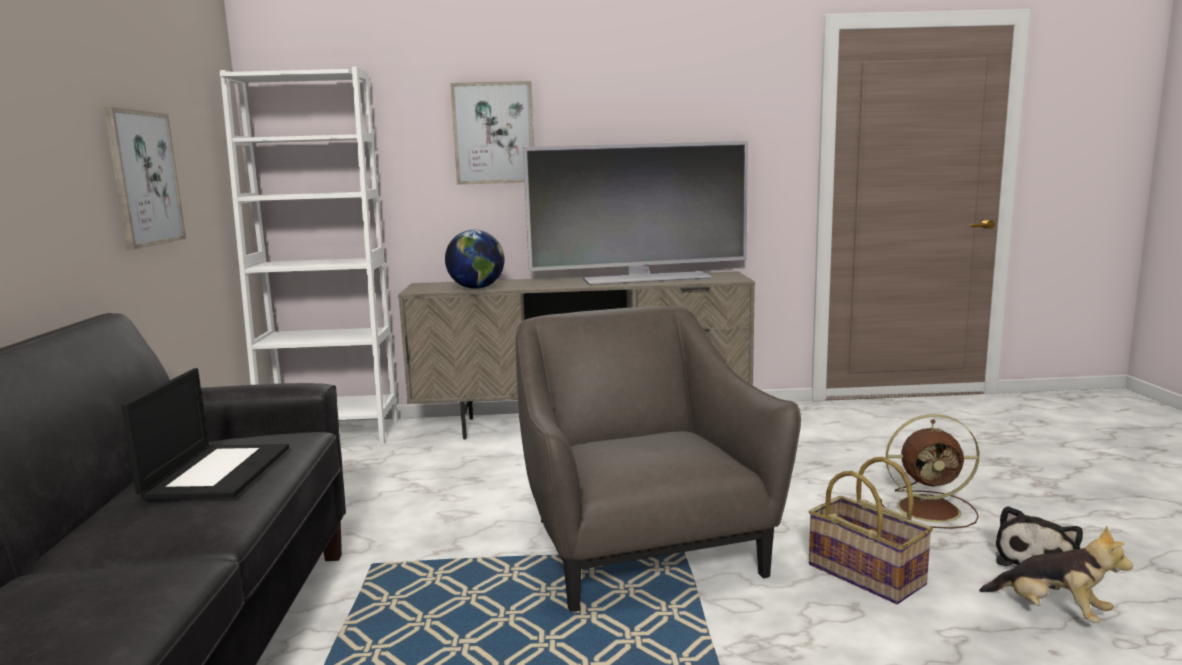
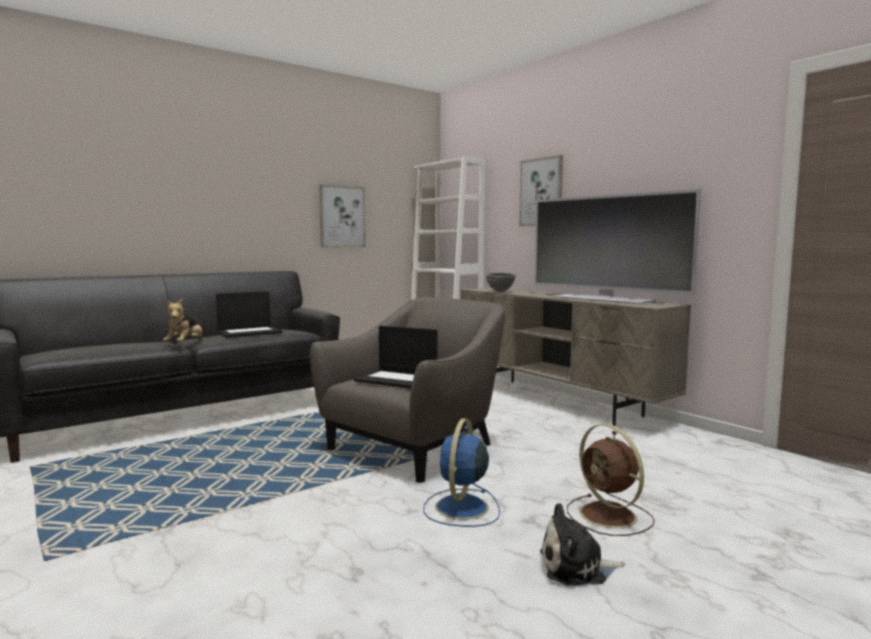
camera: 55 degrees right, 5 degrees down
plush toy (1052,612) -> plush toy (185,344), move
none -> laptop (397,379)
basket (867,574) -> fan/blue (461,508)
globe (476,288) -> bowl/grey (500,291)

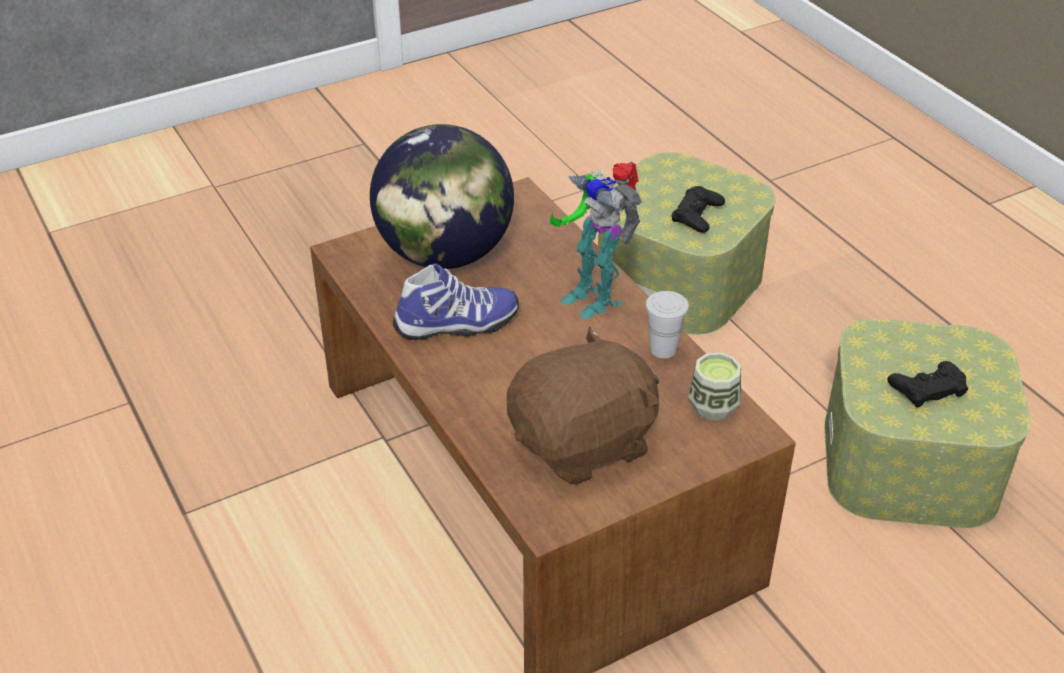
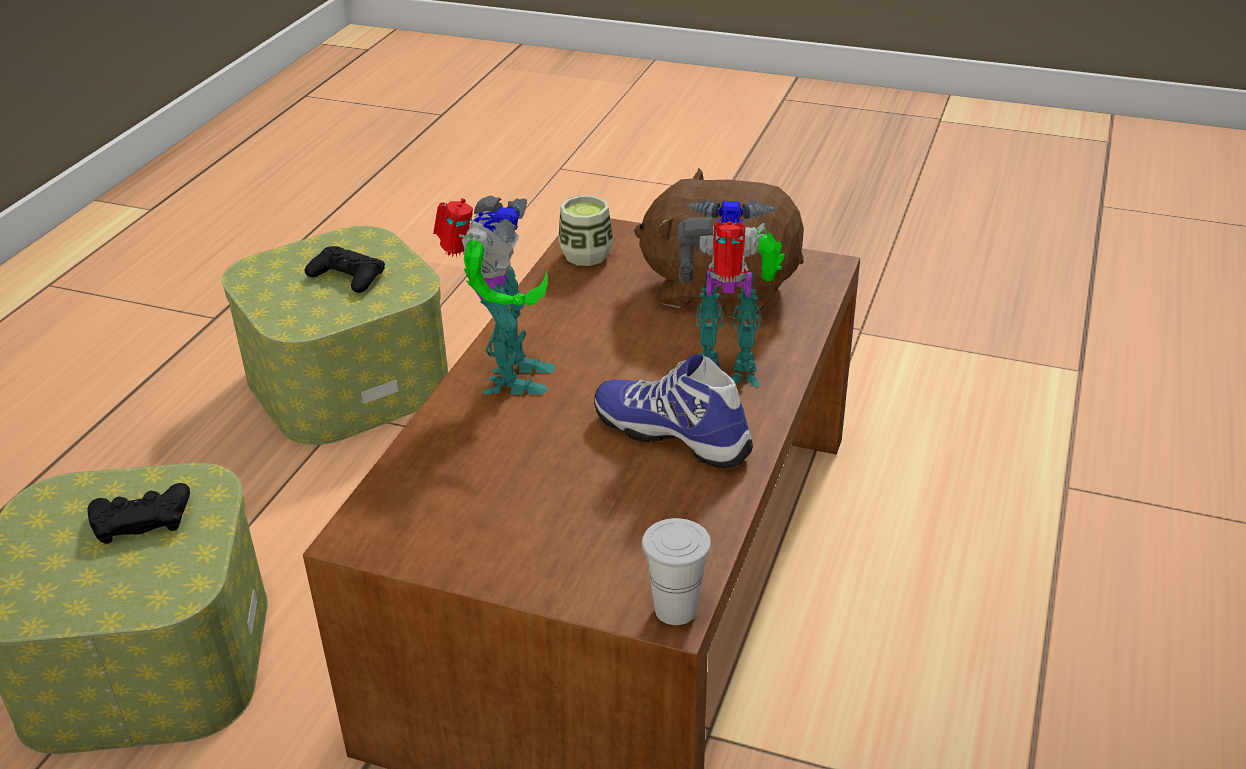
camera: 130 degrees left, 5 degrees down
cup/white (663,349) -> cup/white (675,609), move
none -> toy robot (729,374)
globe (444,255) -> none

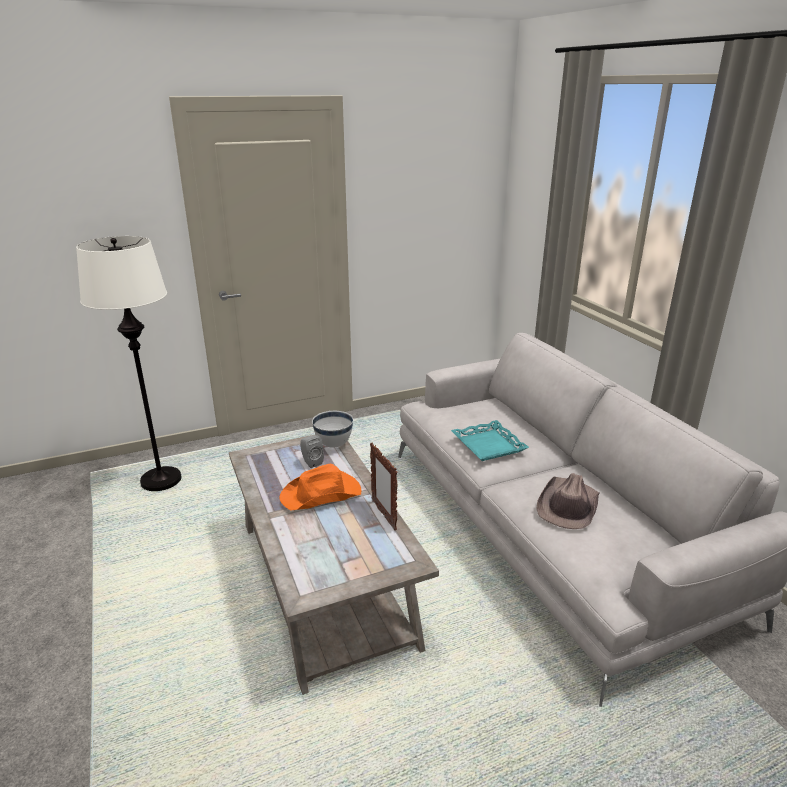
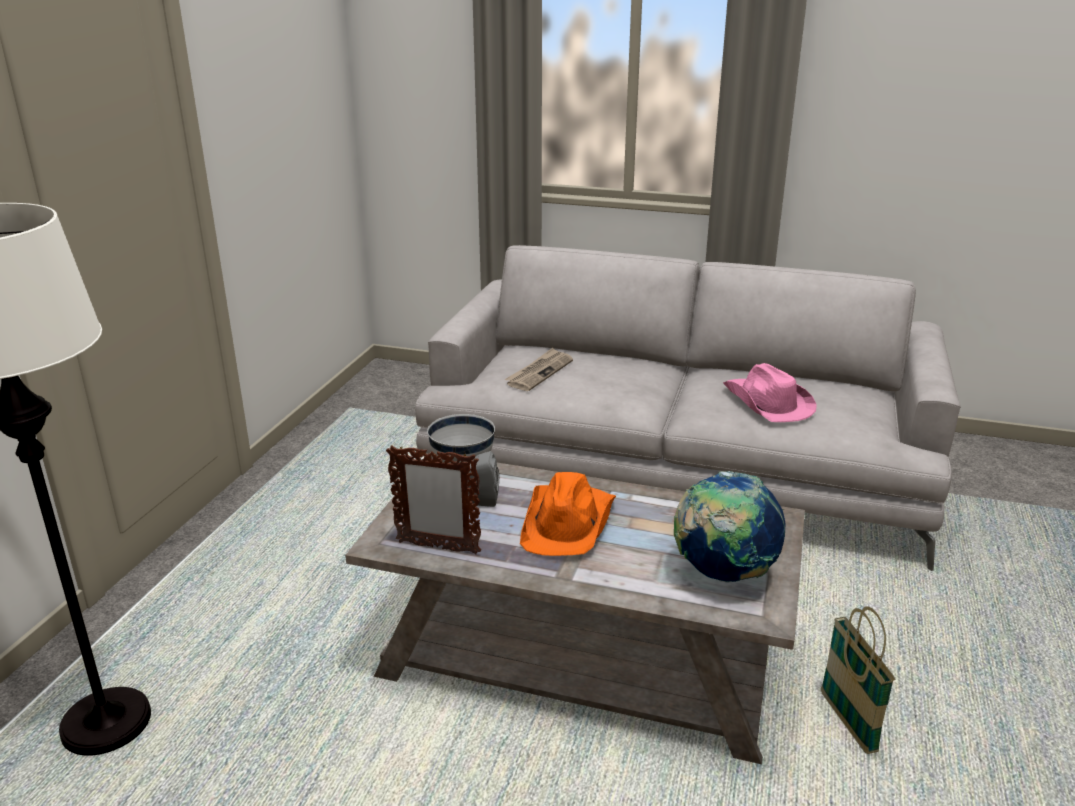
camera: 50 degrees left, 0 degrees up
picture frame (384,515) -> picture frame (437,547), move
none -> newspaper (539,372)
none -> globe (723,574)
hat/brown (568,506) -> hat/pink (767,403)
none -> basket (847,723)
tray/turquoise (489,445) -> none

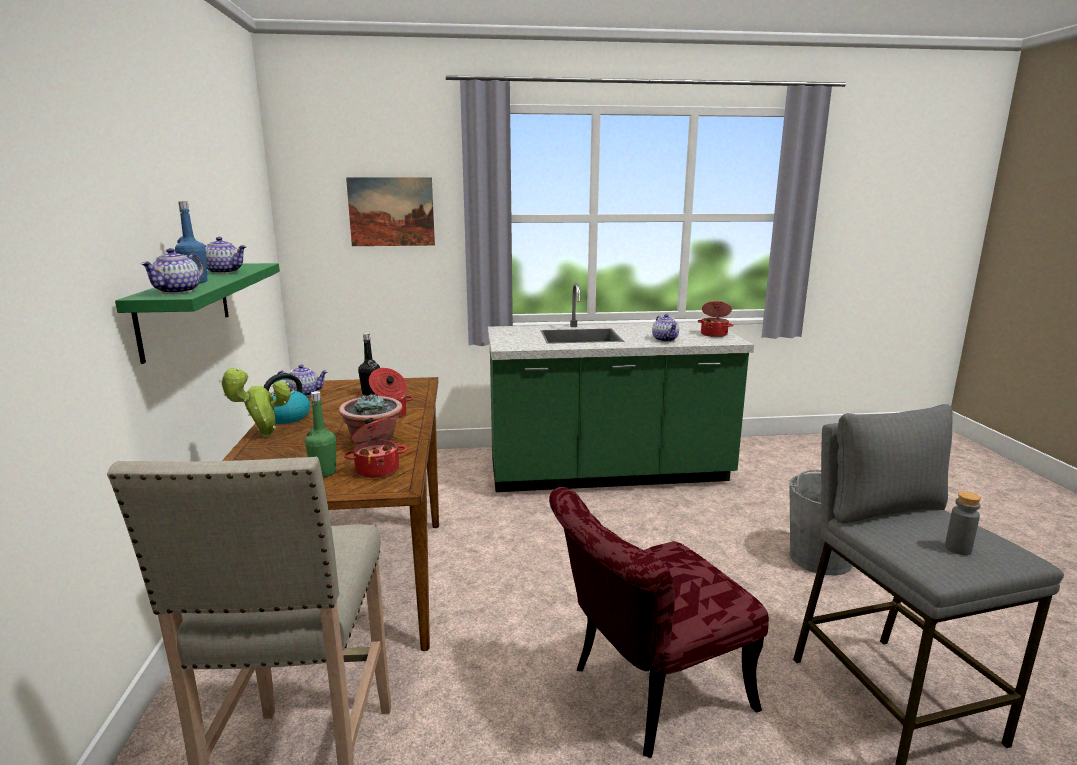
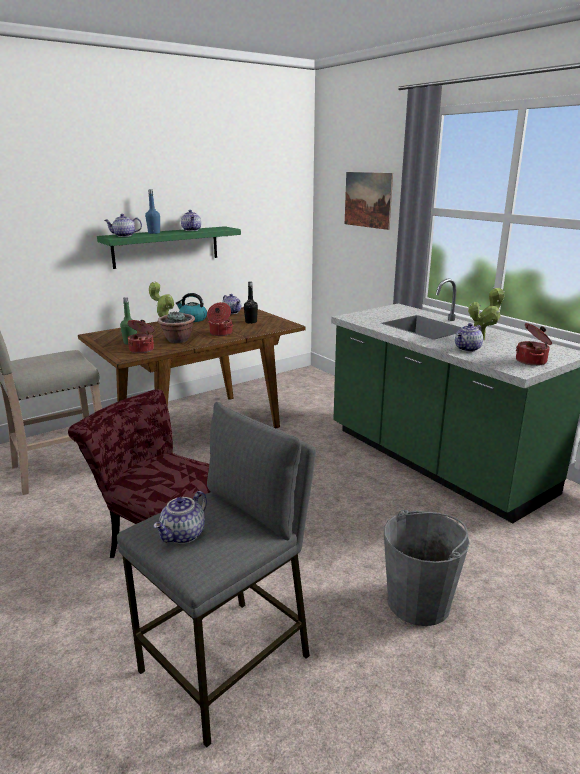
camera: 60 degrees right, 5 degrees up
bottle/grey (958,549) -> teapot (184,535)
none -> potted plant (483,338)

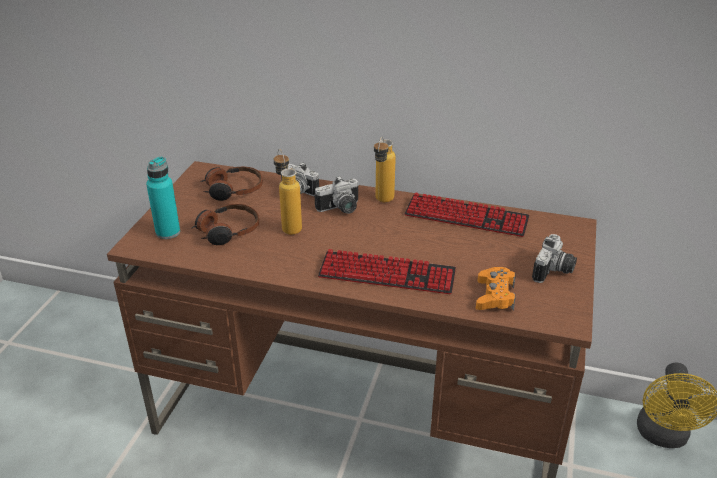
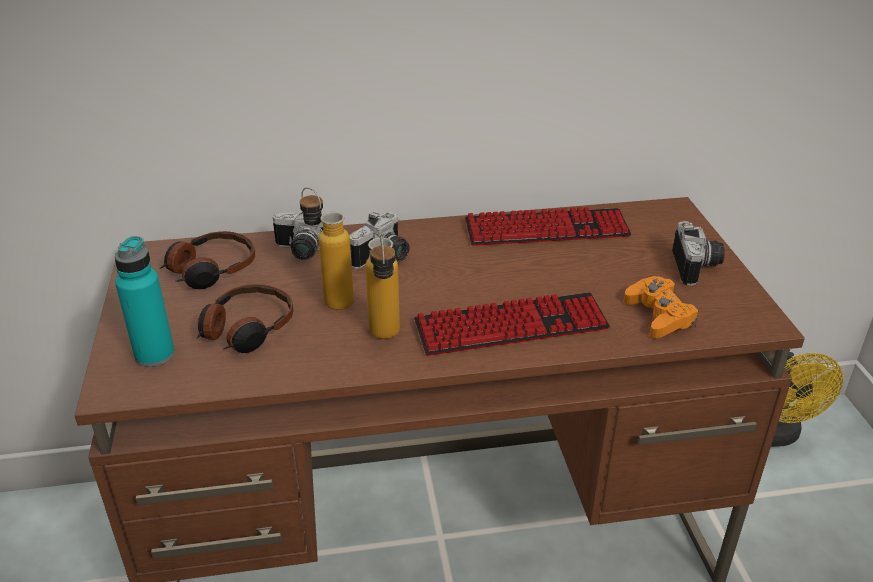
camera: 25 degrees left, 0 degrees up
bottle (382,202) -> bottle (385,339), move

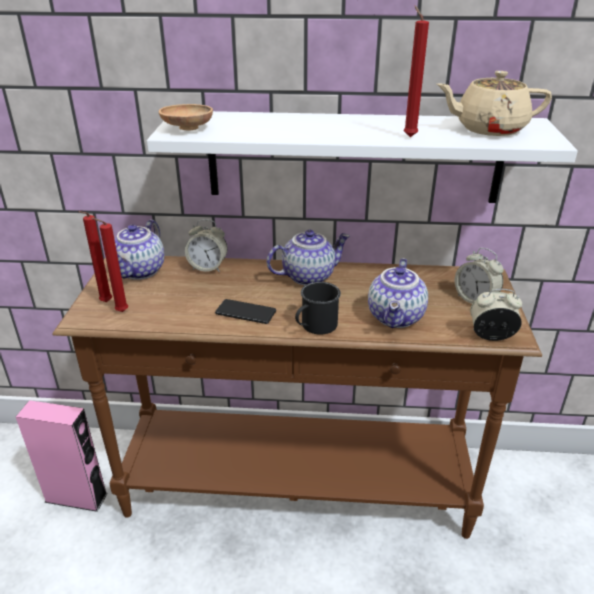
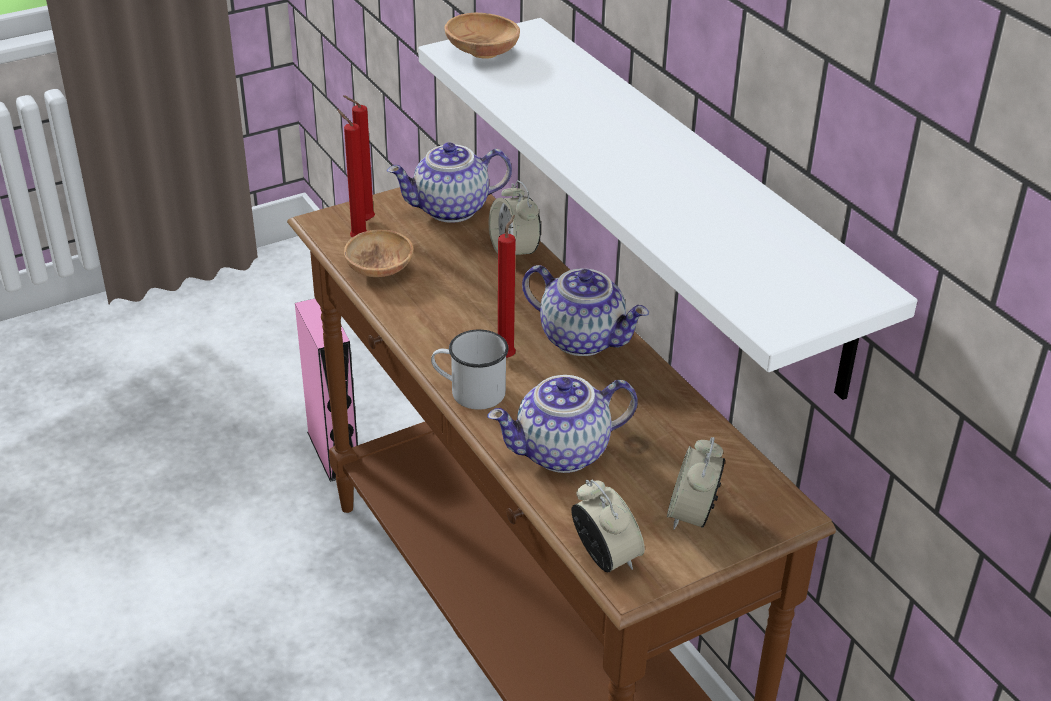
camera: 55 degrees right, 5 degrees up
none -> bowl/brown (379,269)
mug/black (315,327) -> mug/white (469,391)
candle/red (408,136) -> candle/red (507,356), move
phone (245,312) -> none
teapot/beige (488,129) -> none

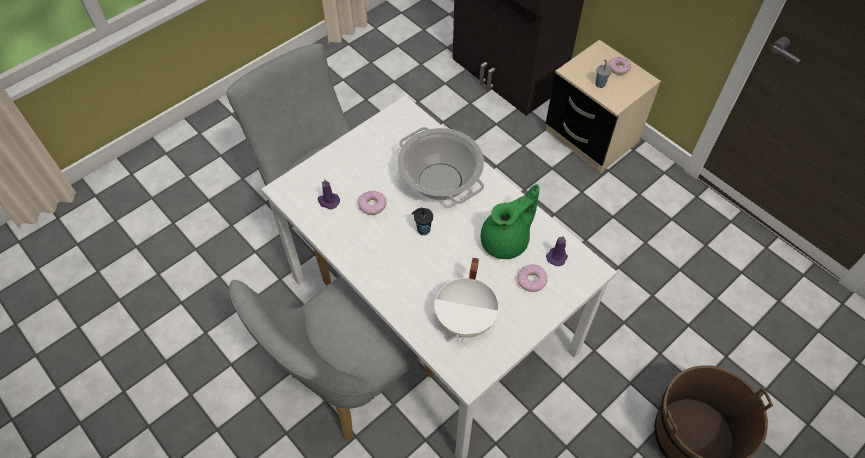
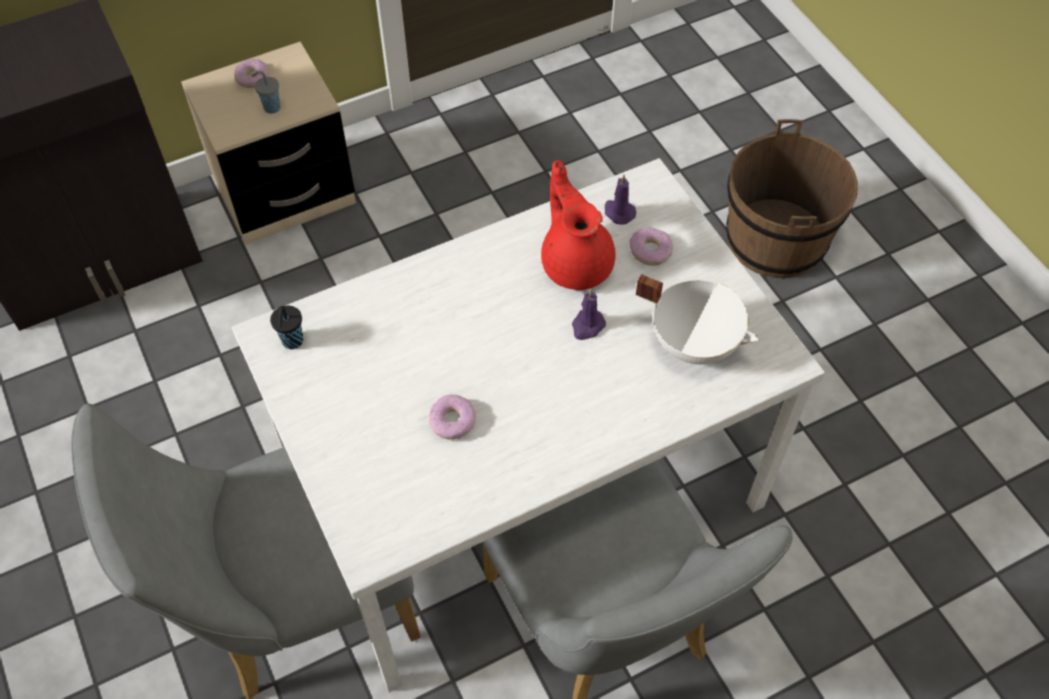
camera: 75 degrees left, 0 degrees up
cup/black (422,230) -> cup/black (292,342), move
teapot/green (506,241) -> teapot/red (576,262)
candle/purple (328,201) -> candle/purple (587,326), move
cooking pot (440,181) -> none

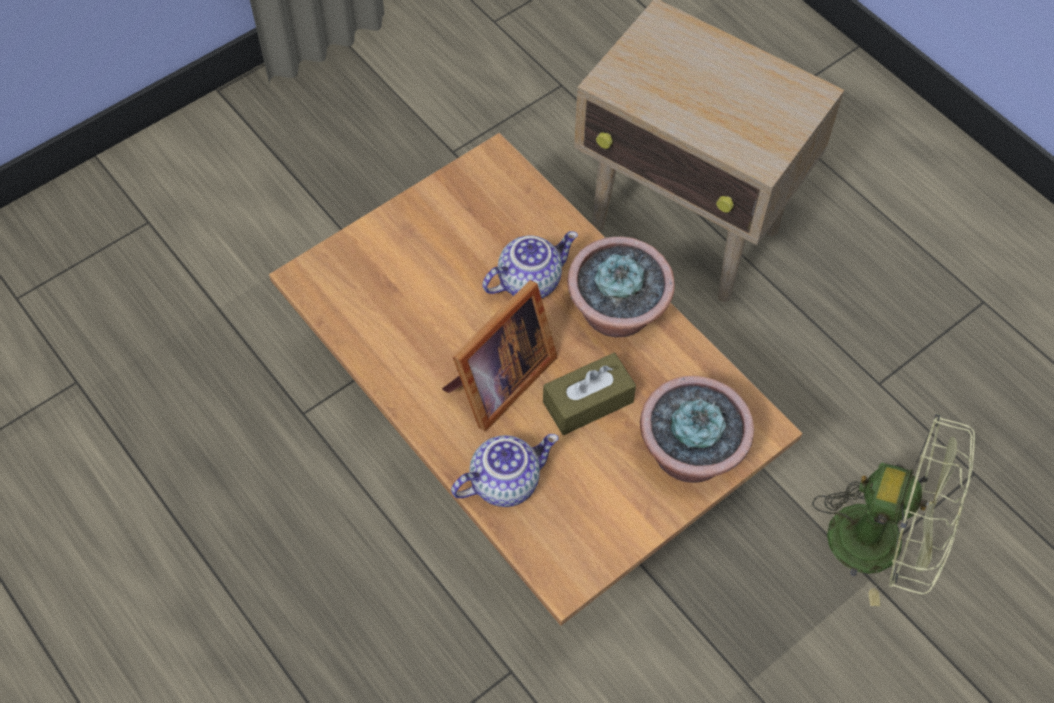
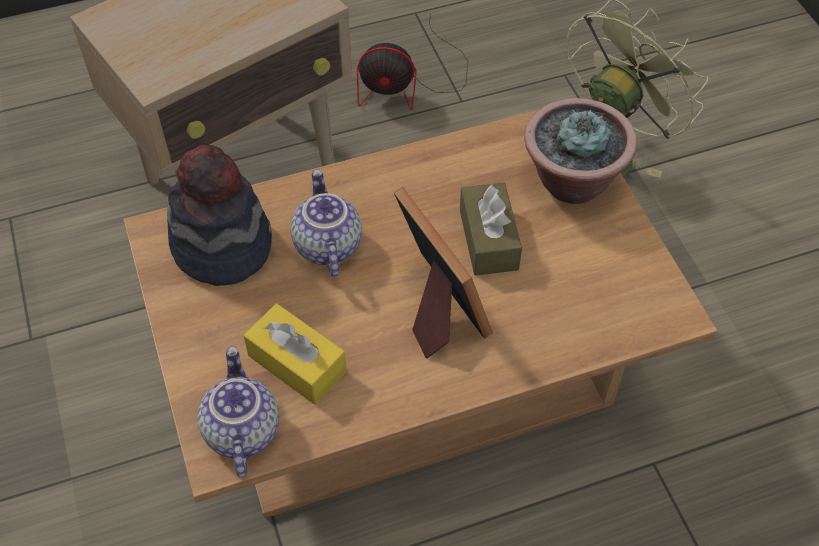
camera: 70 degrees left, 5 degrees down
none -> hat (222,245)
teapot (505,480) -> teapot (240,431), move
none -> tissue box/yellow (297,363)
none -> fan (408,84)
potted plant (617,315) -> none

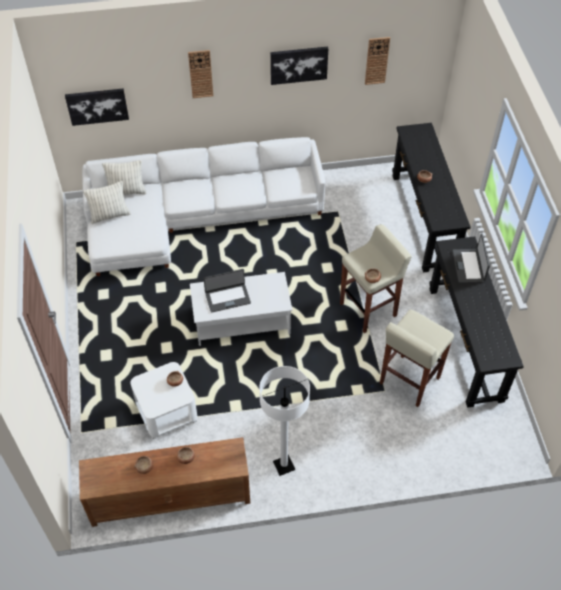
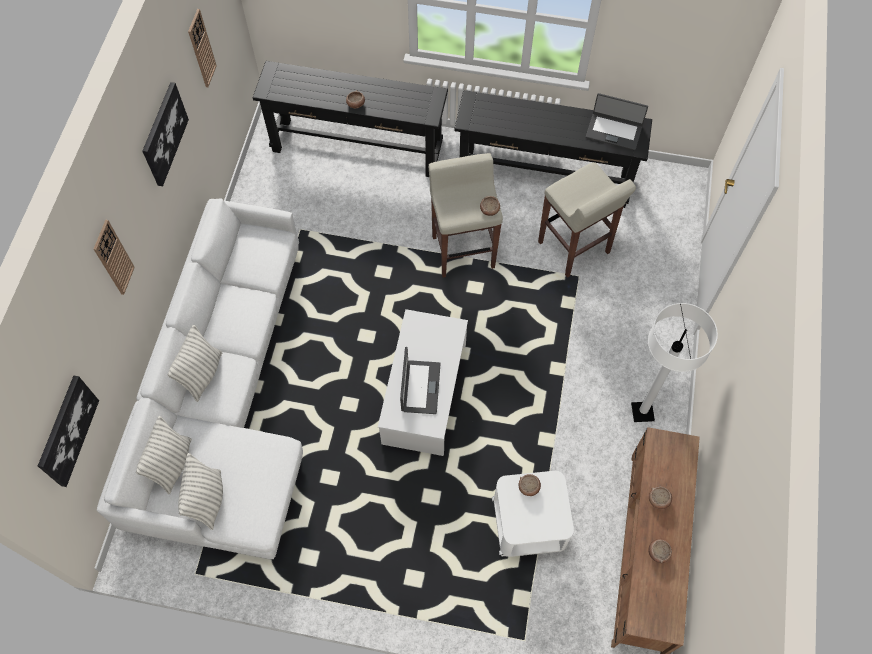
camera: 70 degrees left, 10 degrees up
none -> pillow (202,374)
laptop (469,266) -> laptop (614,131), move

